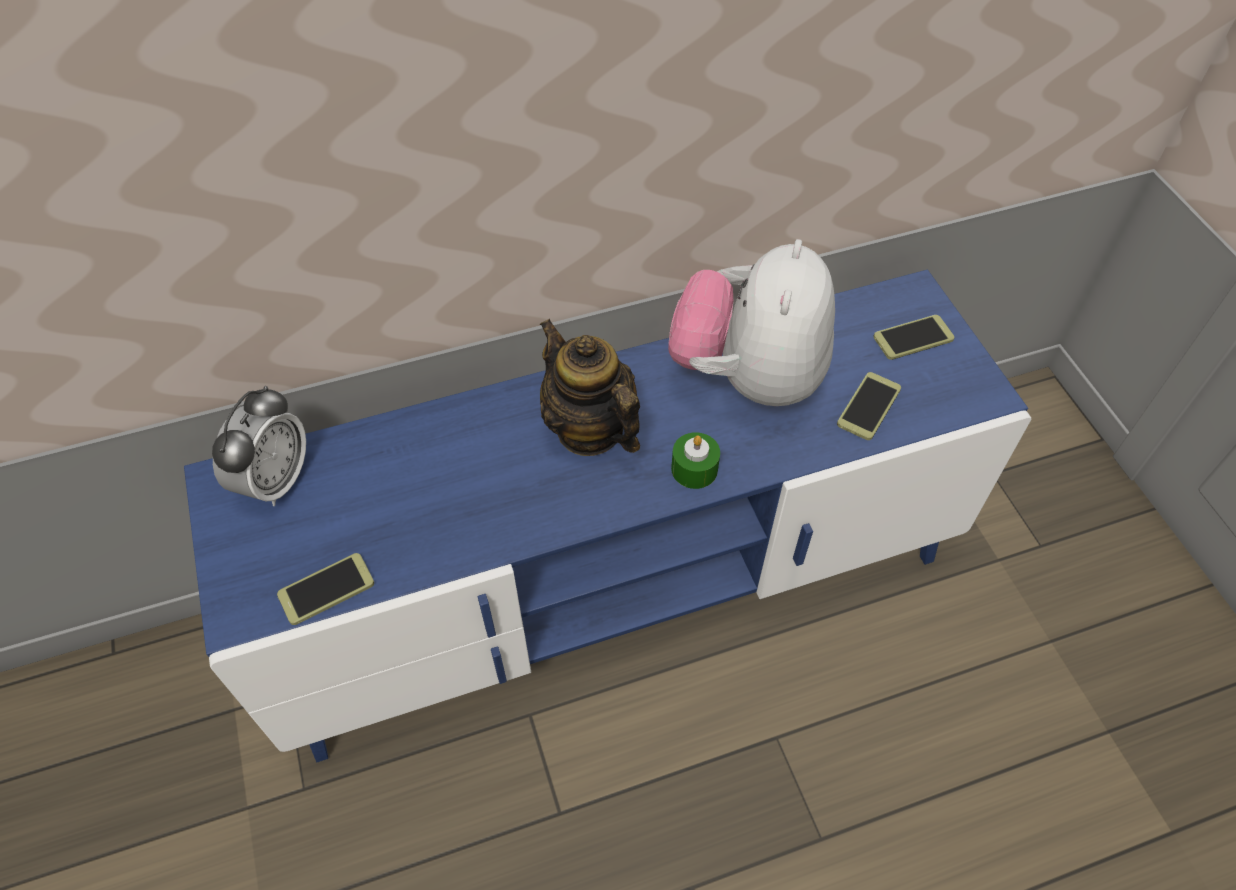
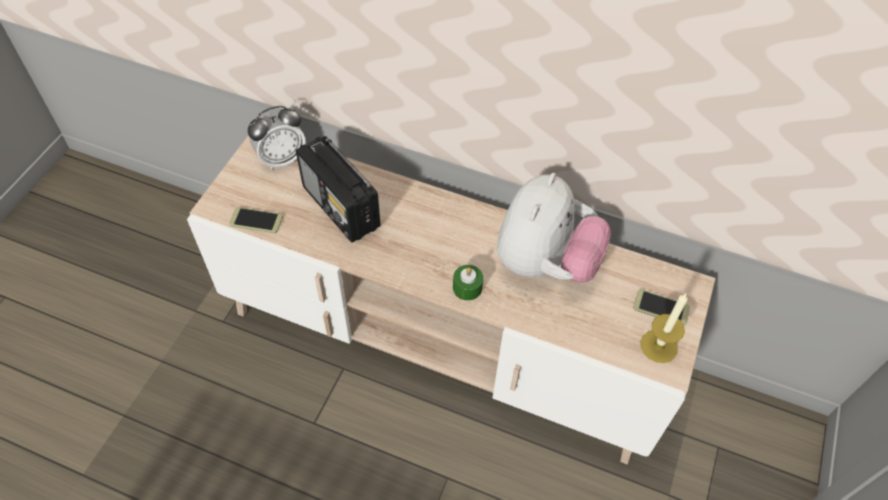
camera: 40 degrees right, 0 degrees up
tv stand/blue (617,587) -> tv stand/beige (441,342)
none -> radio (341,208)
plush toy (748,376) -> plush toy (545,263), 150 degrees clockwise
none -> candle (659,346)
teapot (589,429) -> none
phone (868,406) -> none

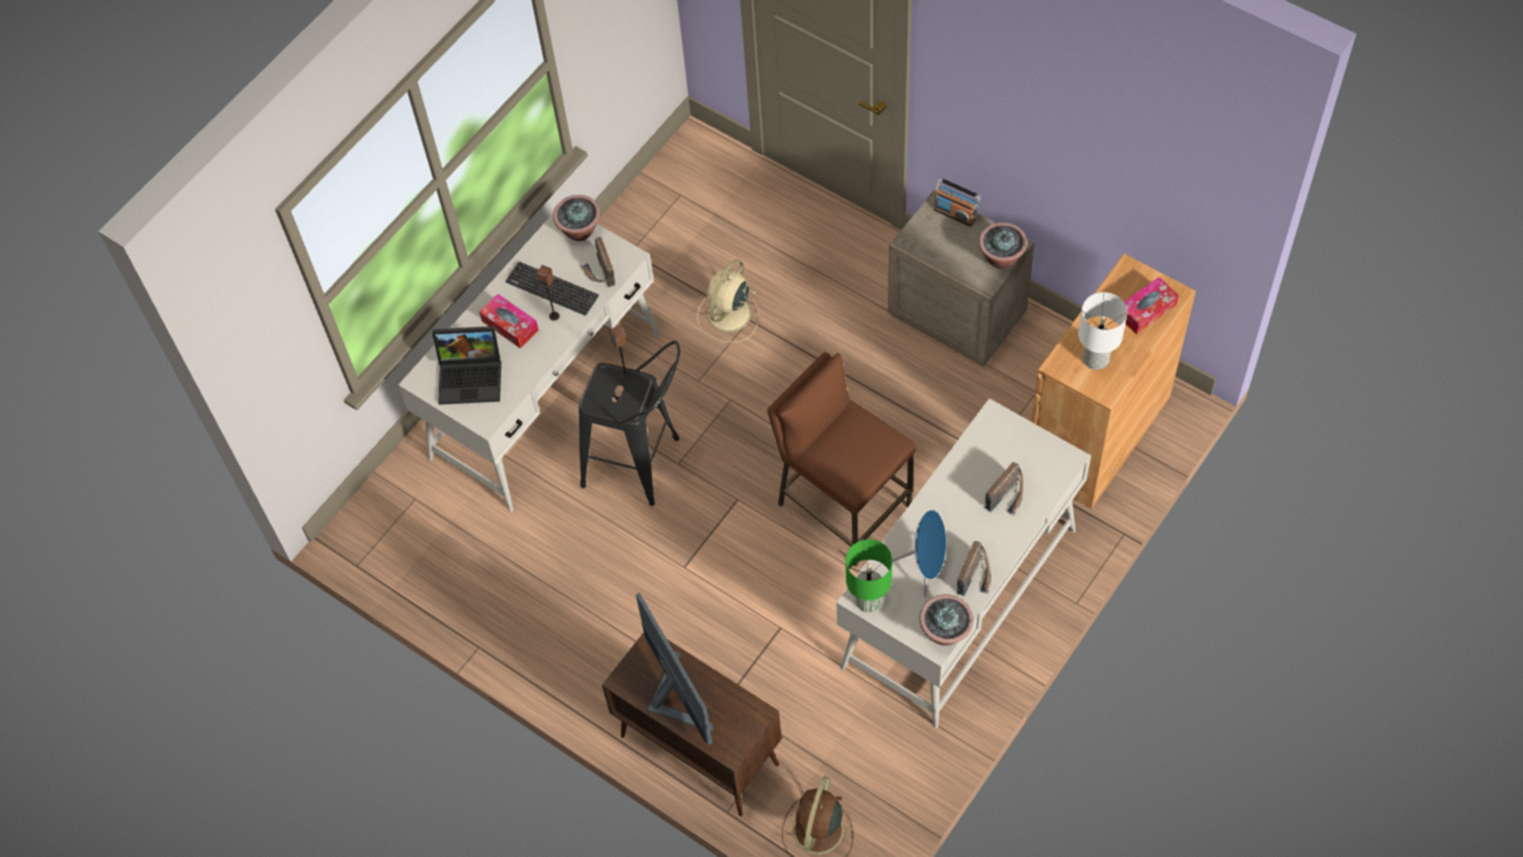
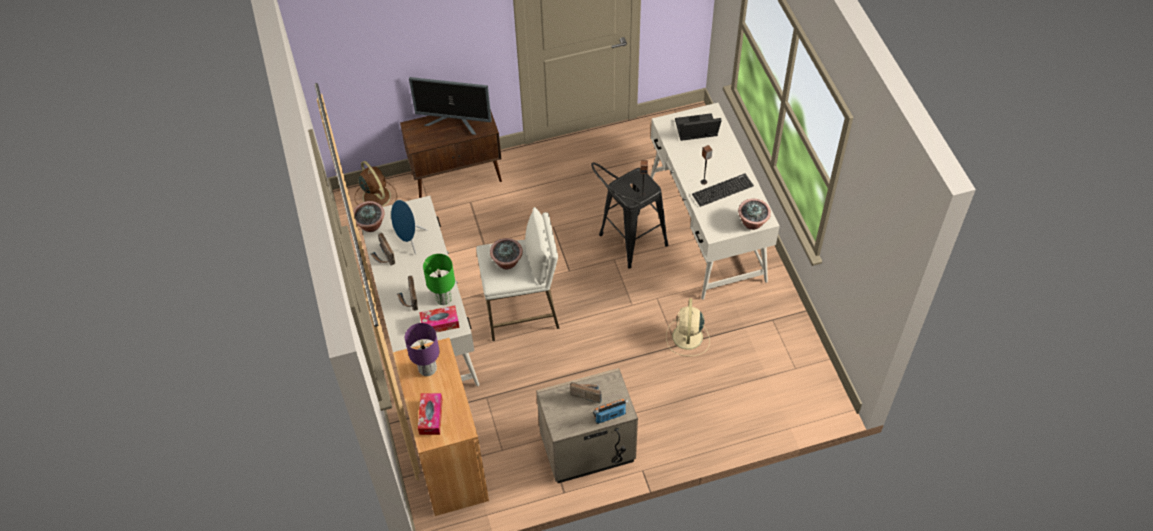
camera: 125 degrees right, 5 degrees down
table lamp/white (1095,359) -> table lamp/purple (427,368)
tissue box (510,325) -> tissue box (440,323), move
table lamp/green (869,600) -> table lamp/green (443,298), move
stool/brown (843,506) -> stool/white (522,312)
potted plant (1001,258) -> potted plant (507,262), move
radio (600,273) -> radio (586,393), move
fan/beige (728,315) -> fan/beige (687,338), 150 degrees counterclockwise
laptop (472,376) -> laptop (696,131), 45 degrees clockwise

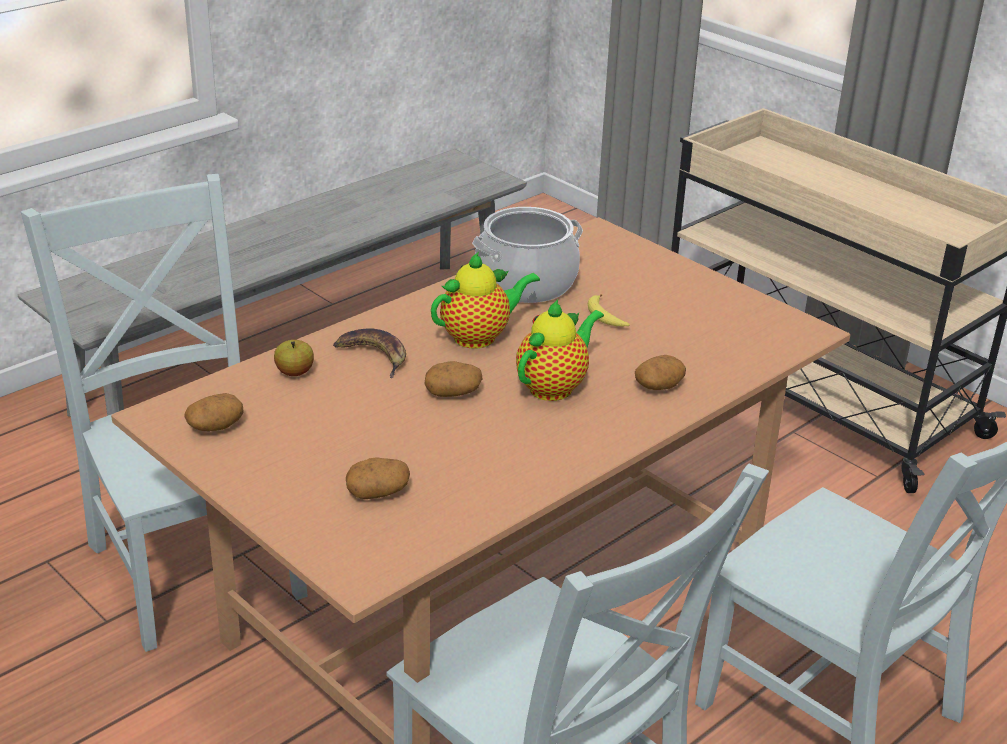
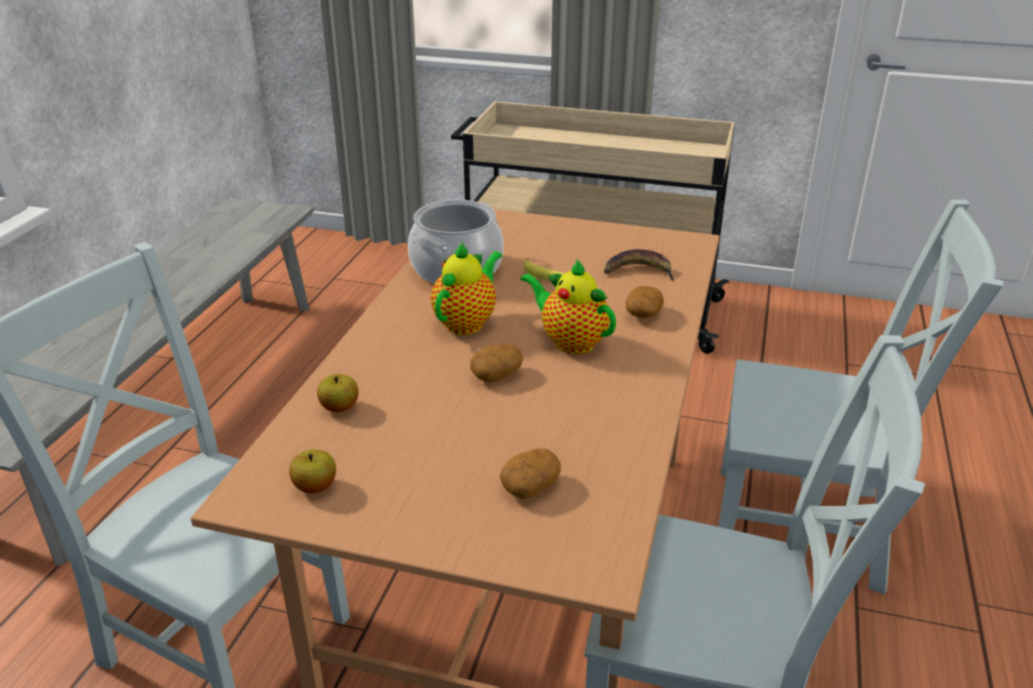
camera: 30 degrees left, 0 degrees up
potato (215,426) -> apple (315,487)
teapot (554,387) -> teapot (570,341), 60 degrees counterclockwise
banana (374,356) -> banana (638,271), move

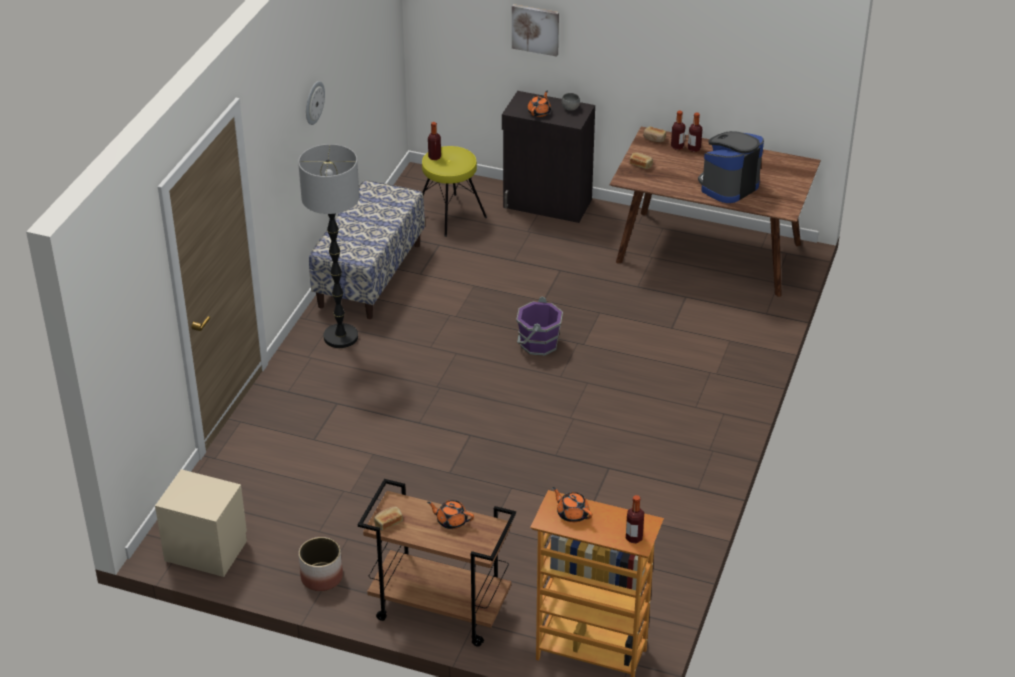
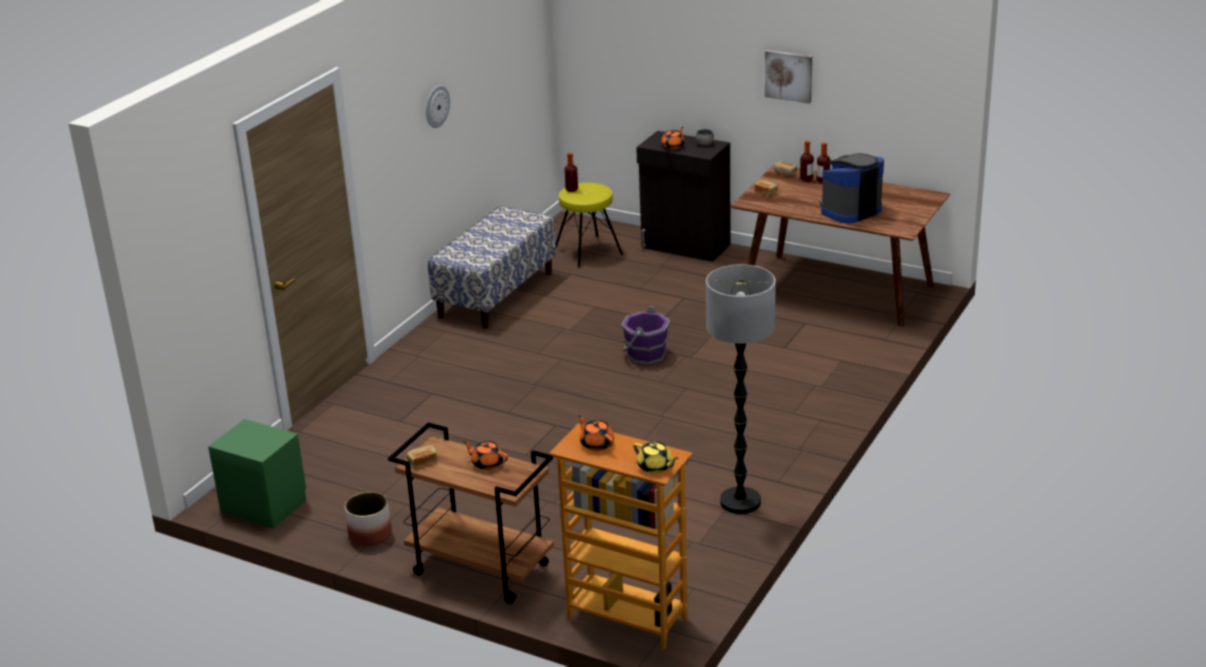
camera: 10 degrees right, 10 degrees down
nightstand/beige (207,549) -> nightstand/green (265,505)
bottle (634,538) -> teapot/yellow (655,467)
floor lamp (341,337) -> floor lamp (740,502), move
picture (535,29) -> picture (789,76), move

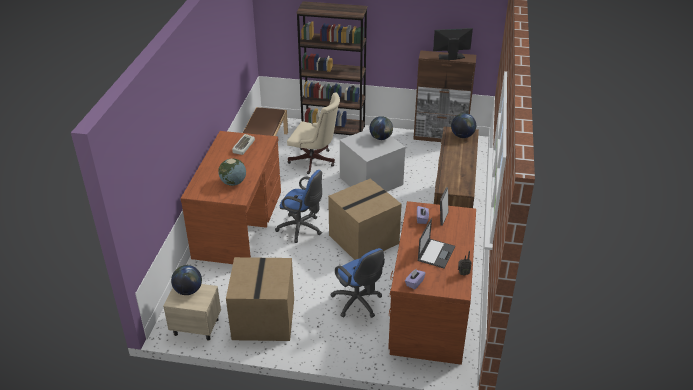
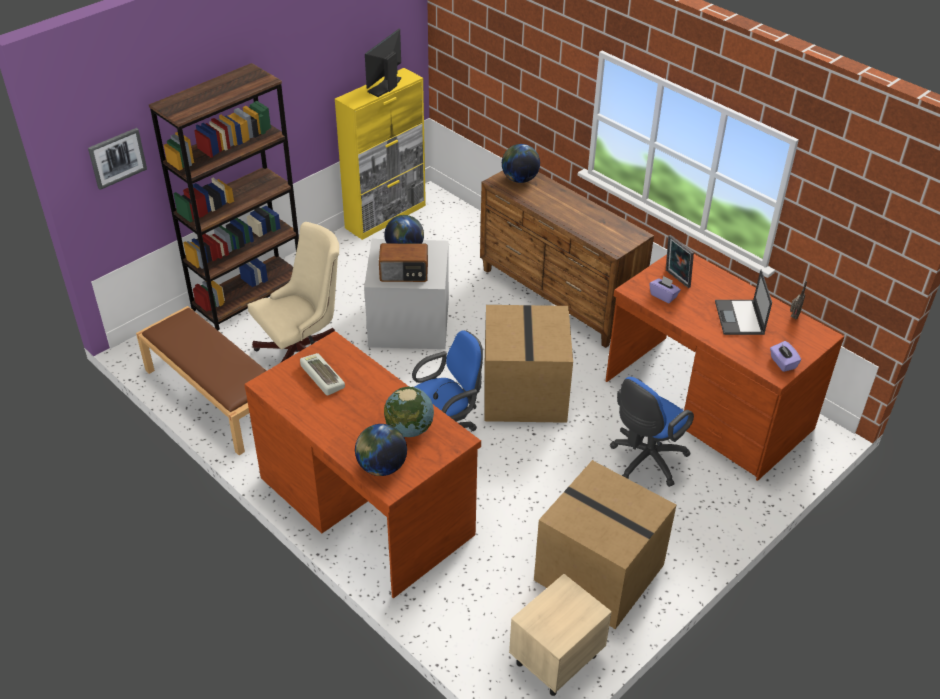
camera: 55 degrees left, 5 degrees up
none -> picture (117,158)
cabinet/brown (440,137) -> cabinet/yellow (386,216)
globe (188,290) -> globe (381,467), move
none -> radio (404,273)
office chair/blue (358,303) -> office chair/blue (645,461), 135 degrees clockwise
laptop (436,253) -> laptop (739,318), 150 degrees counterclockwise

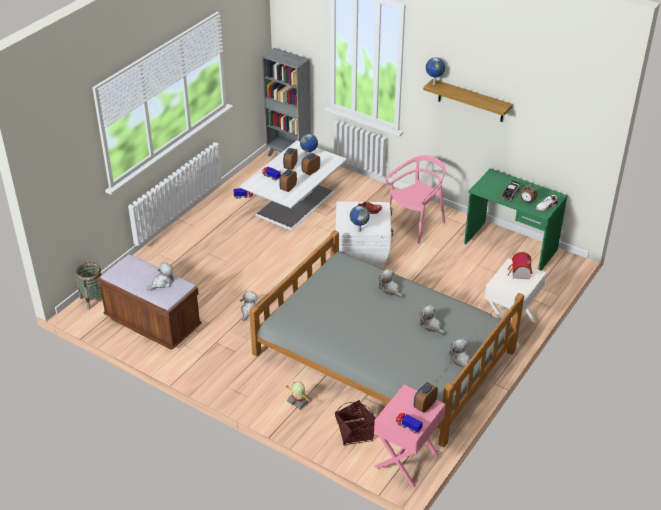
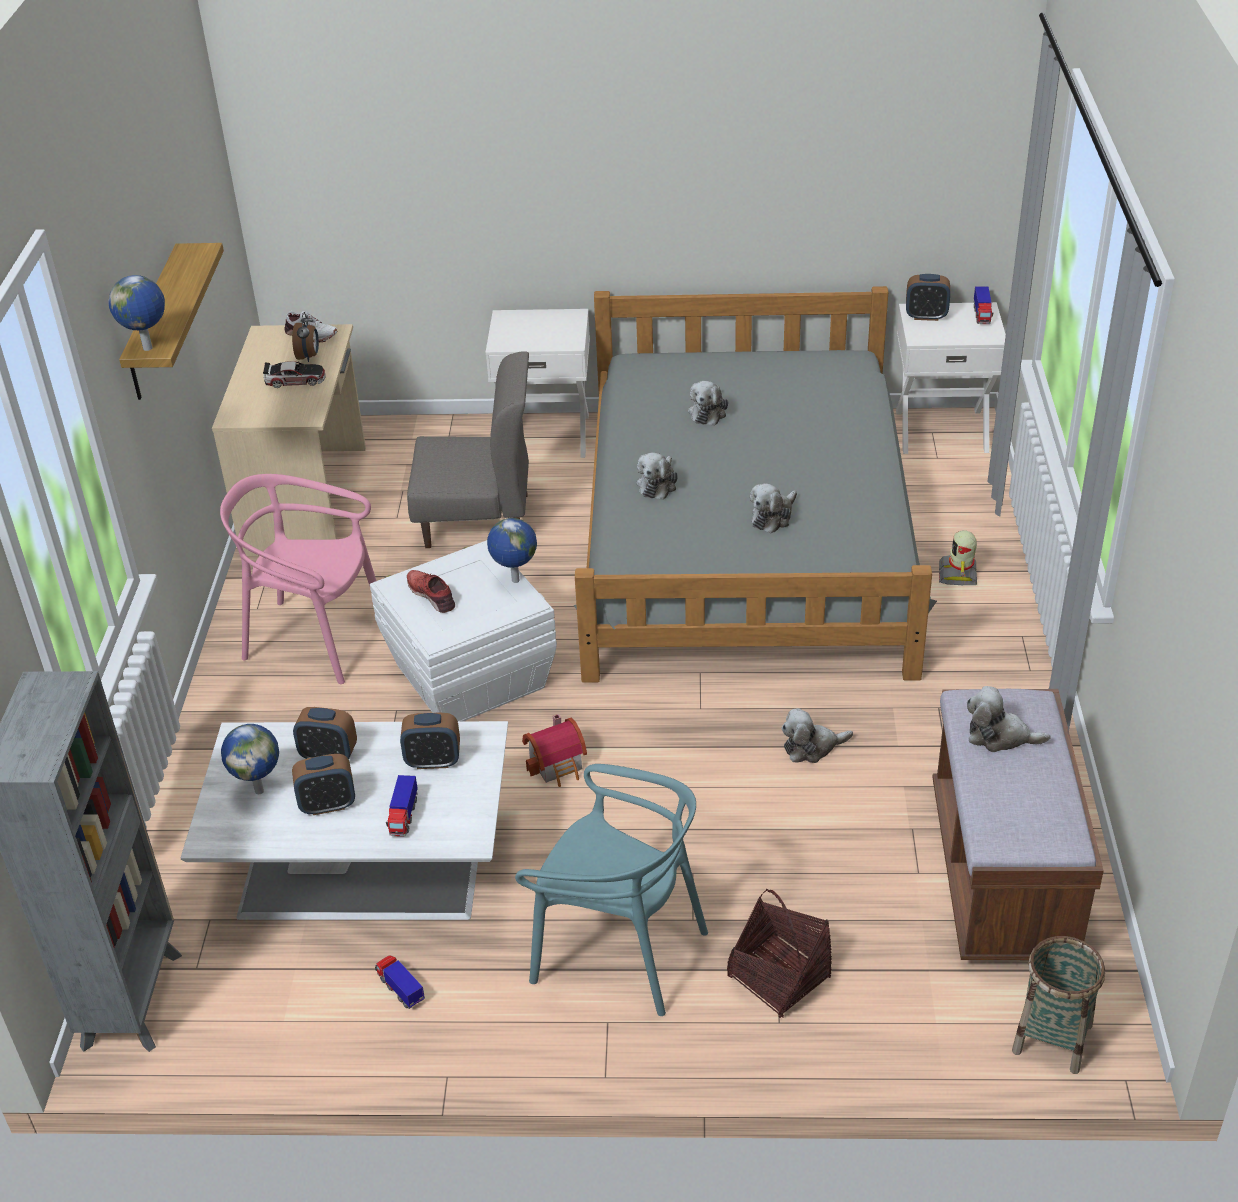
camera: 120 degrees left, 0 degrees up
desk/green (510,247) -> desk/beige (308,499)
none -> chair/grey (478,520)
none -> chair/turquoise (619,951)
toy house (519,273) -> toy house (558,765), move
basket (354,432) -> basket (778,978), move
plush toy (460,360) -> plush toy (773,517), move
nightstand/pink (407,461) -> nightstand/white (941,430)

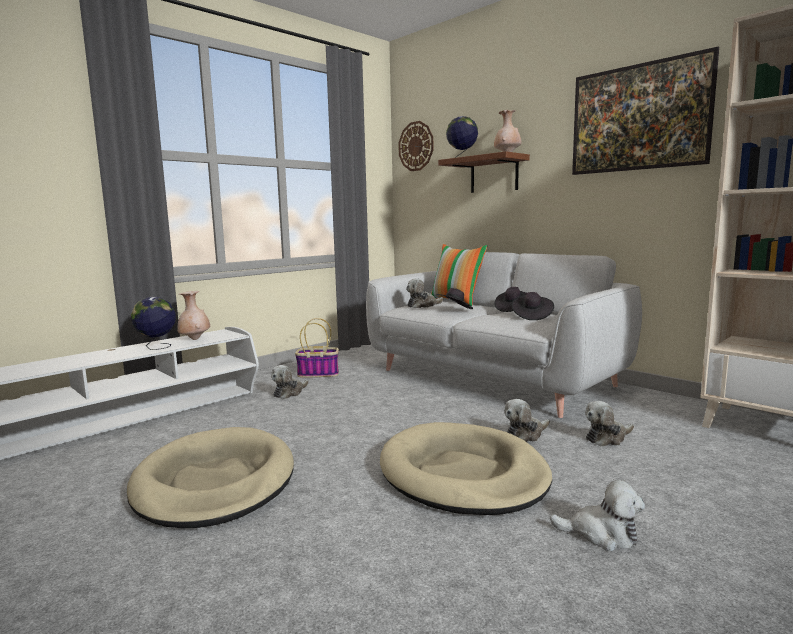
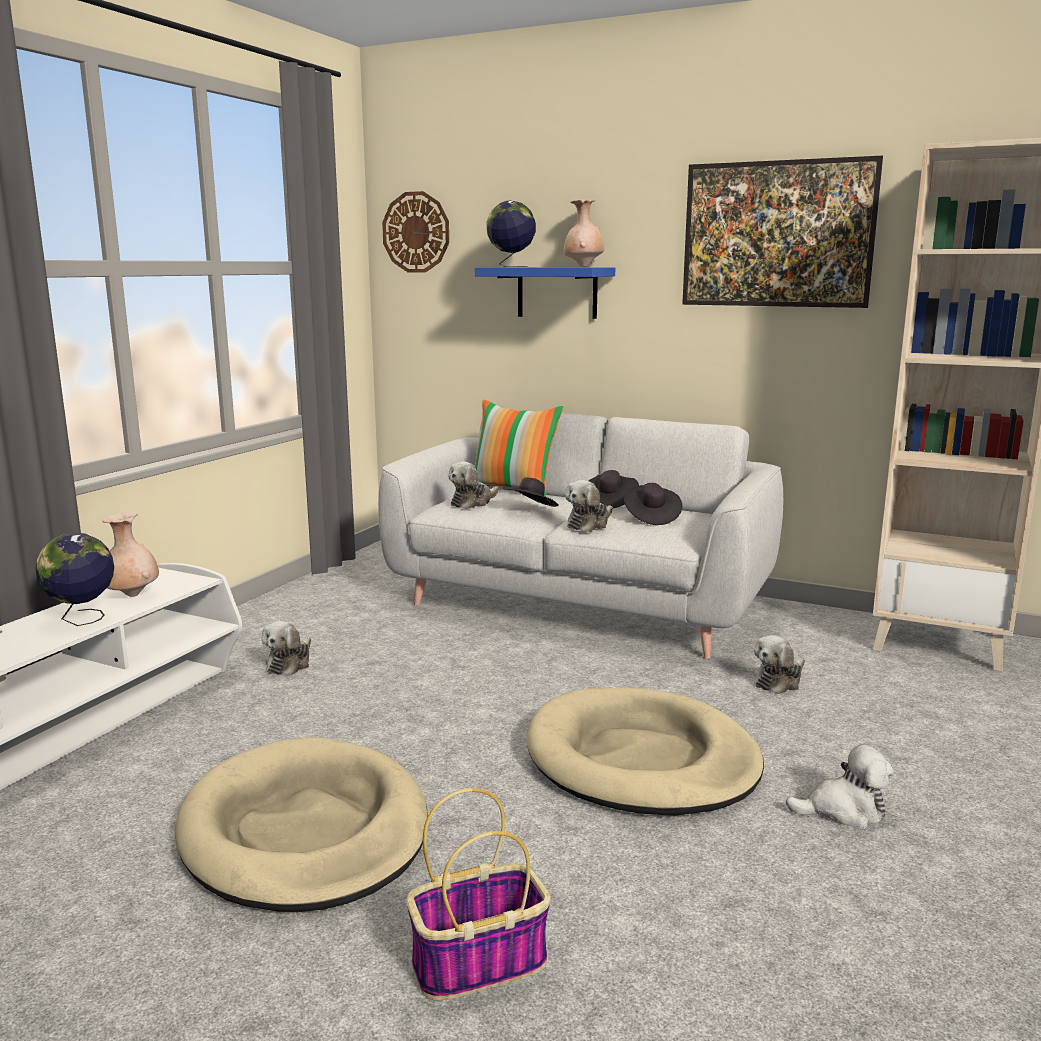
camera: 20 degrees left, 5 degrees up
basket (319,374) -> basket (480,962), move
shelf/brown (494,175) -> shelf/blue (557,292)
plush toy (525,434) -> plush toy (589,524), move

